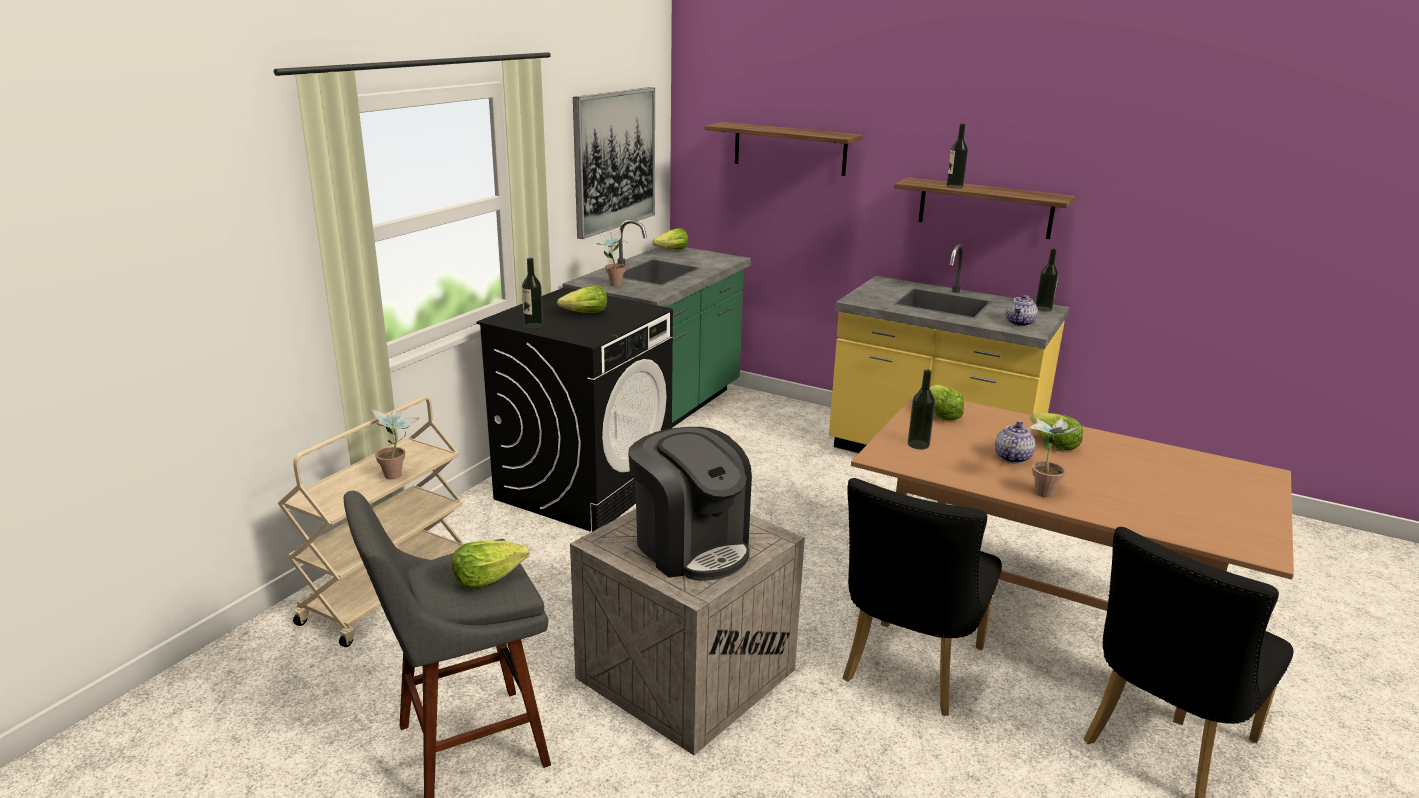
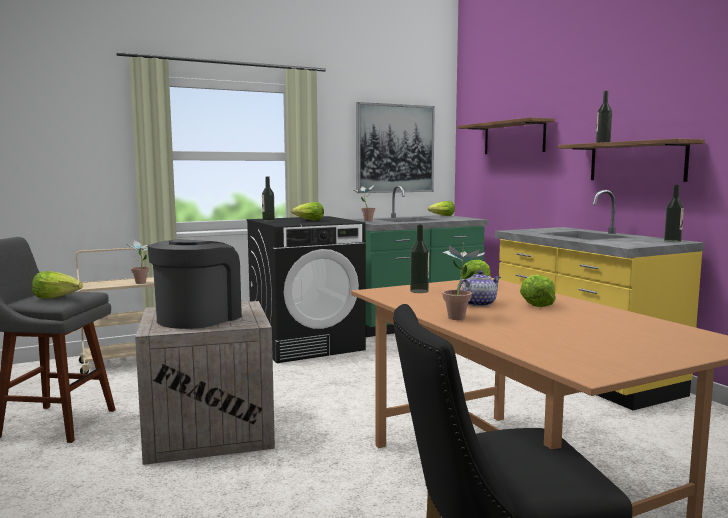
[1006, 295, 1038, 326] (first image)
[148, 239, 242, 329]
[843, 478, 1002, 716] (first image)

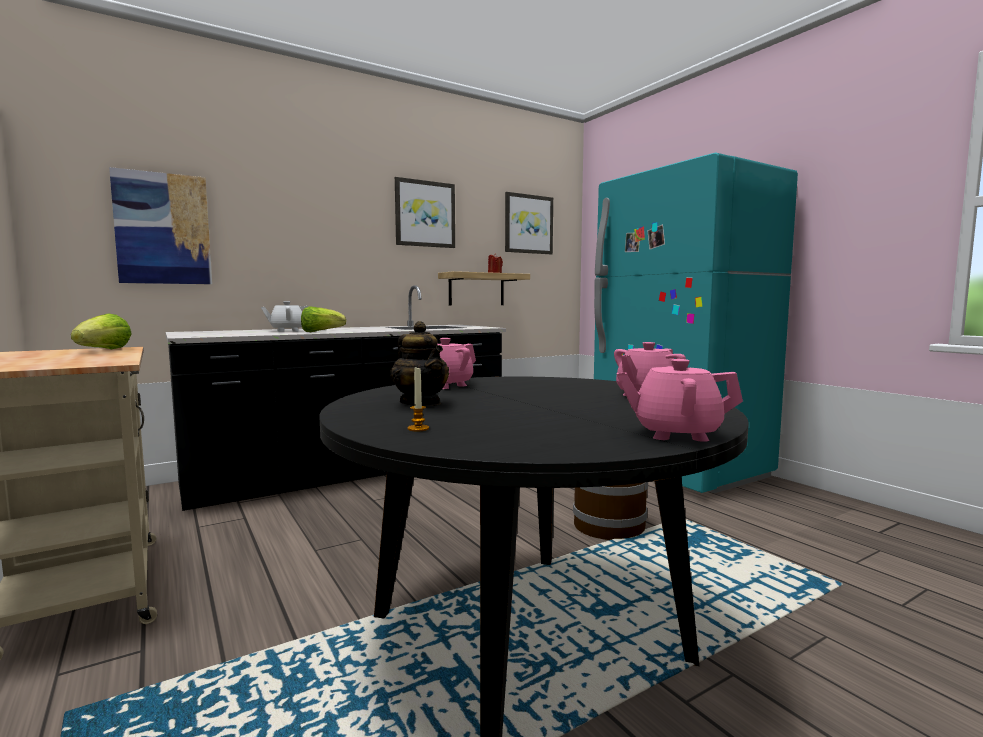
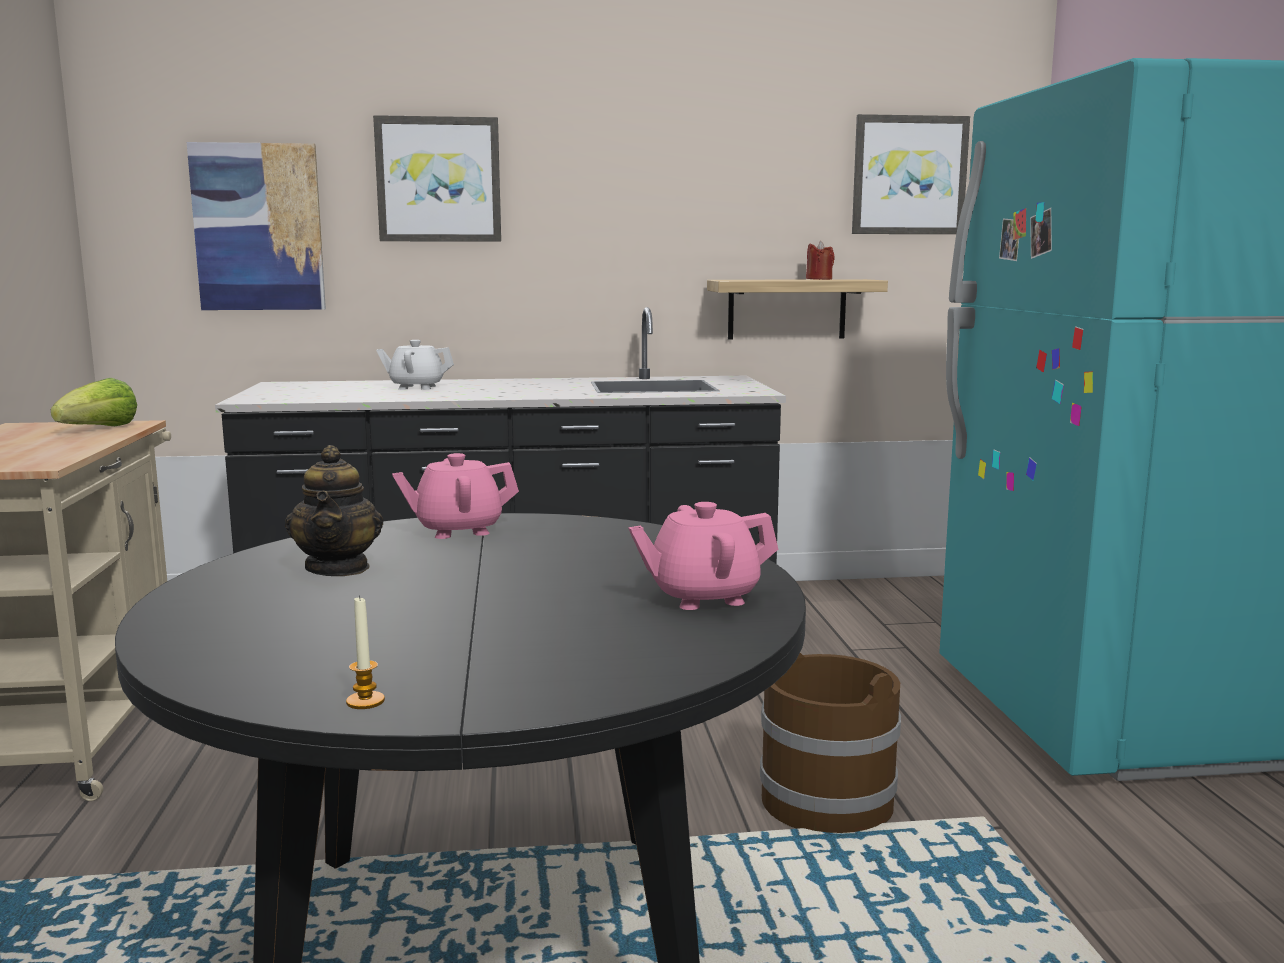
[373, 115, 501, 242]
[301, 306, 346, 332] (first image)
[617, 359, 743, 442] (first image)
[346, 595, 385, 709]

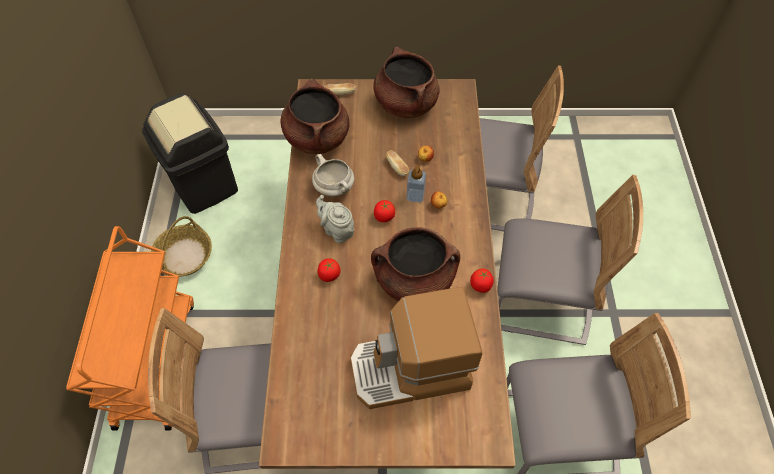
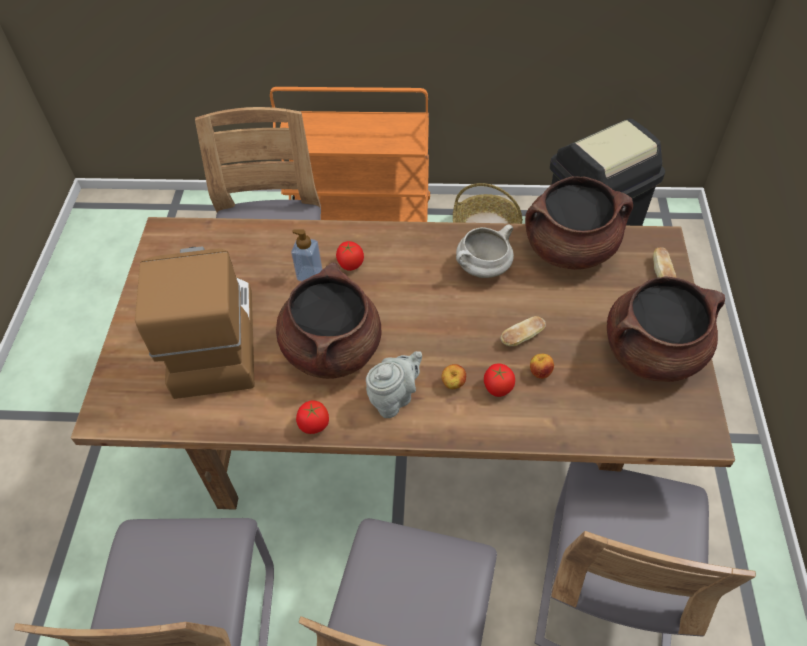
[291, 229, 322, 281]
[366, 351, 422, 418]
[484, 363, 515, 397]

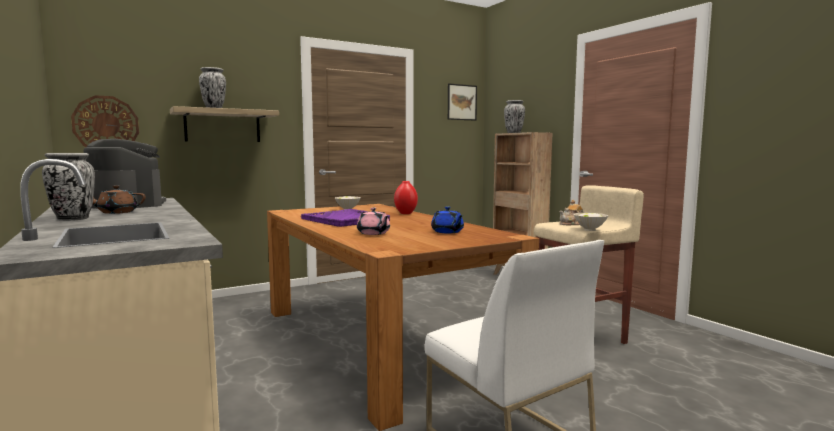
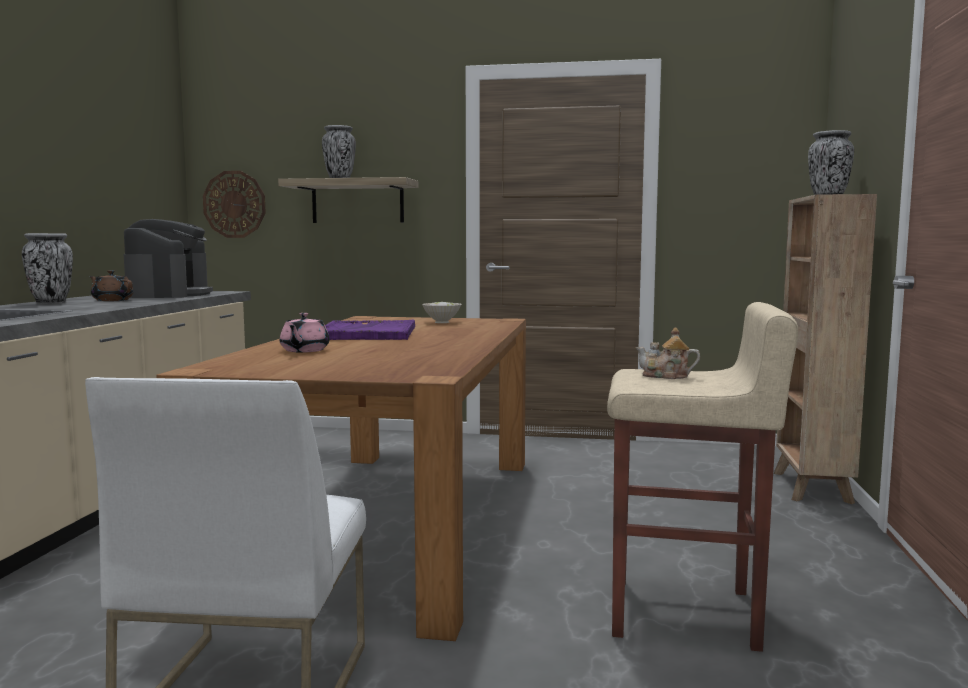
[448, 84, 477, 121] (first image)
[394, 181, 418, 214] (first image)
[431, 207, 464, 233] (first image)
[574, 213, 608, 231] (first image)

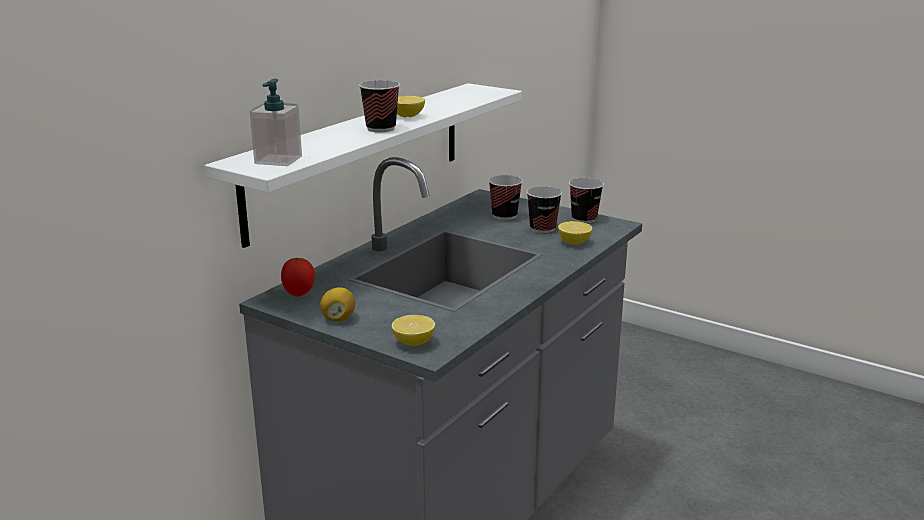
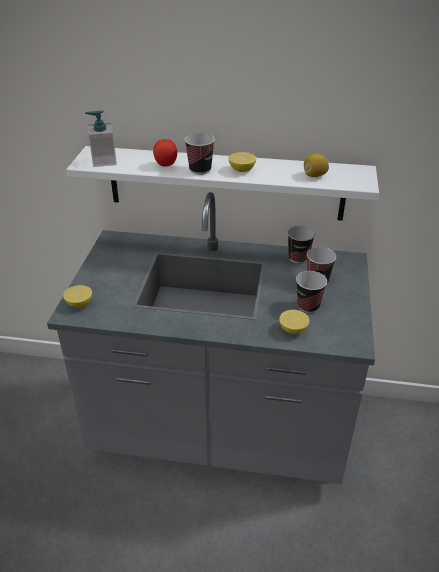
[287, 226, 315, 264]
[153, 139, 177, 166]
[304, 154, 329, 177]

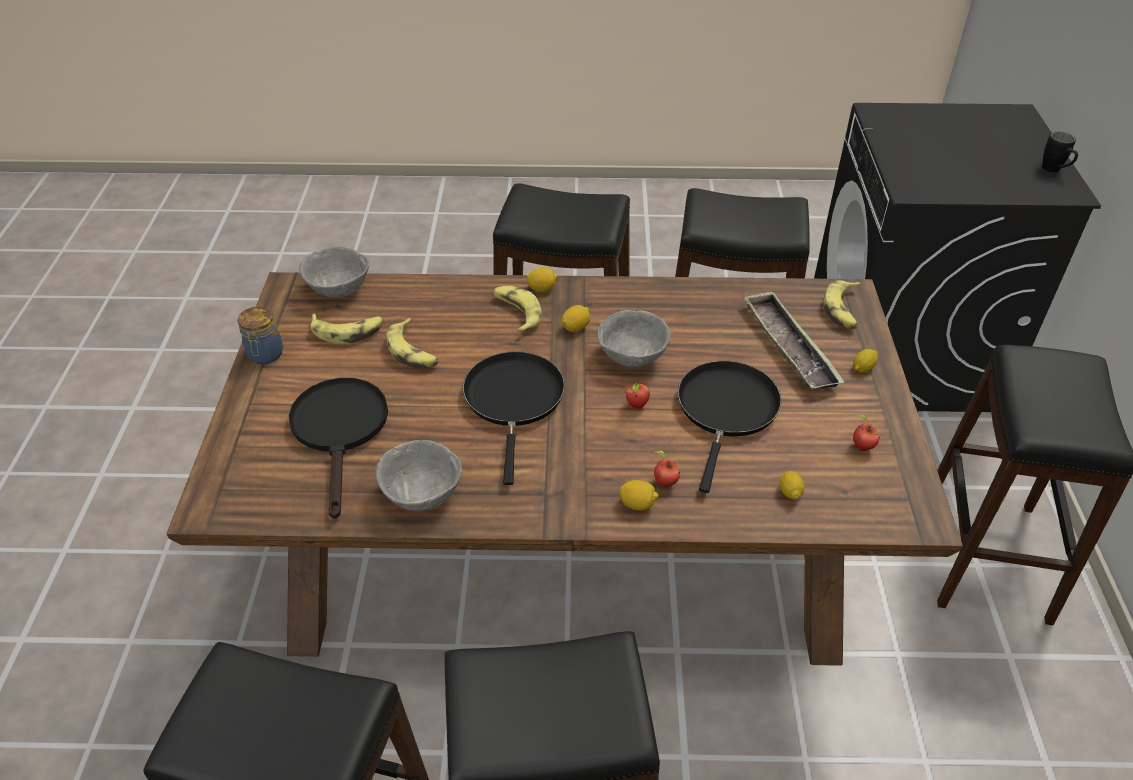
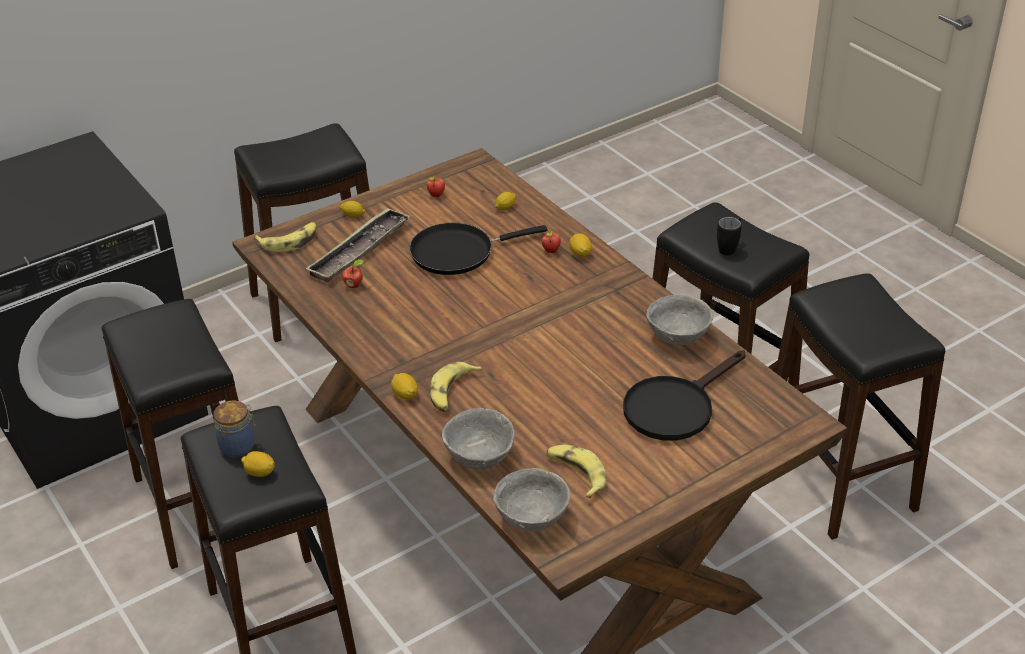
[717, 217, 742, 256]
[241, 451, 275, 477]
[213, 401, 256, 457]
[442, 408, 515, 469]
[386, 318, 439, 369] (first image)
[463, 351, 565, 485] (first image)
[342, 259, 364, 288]

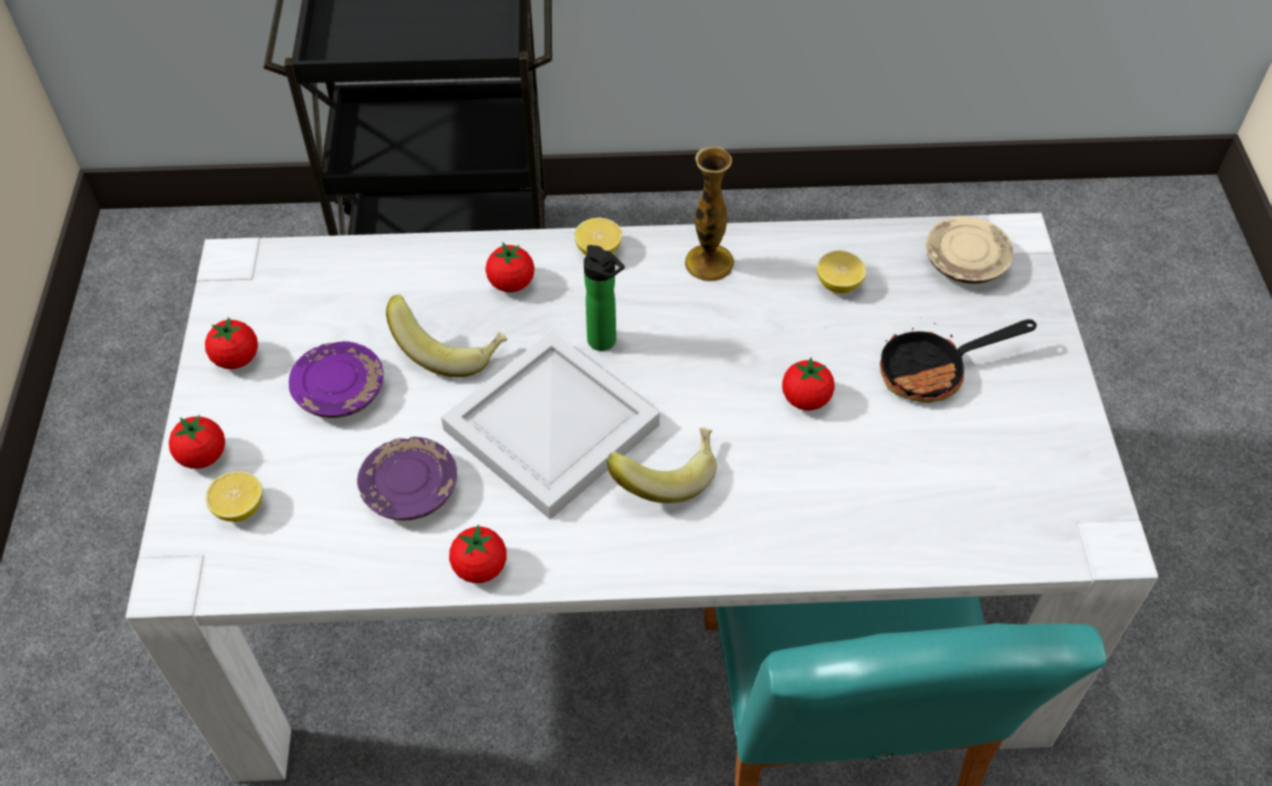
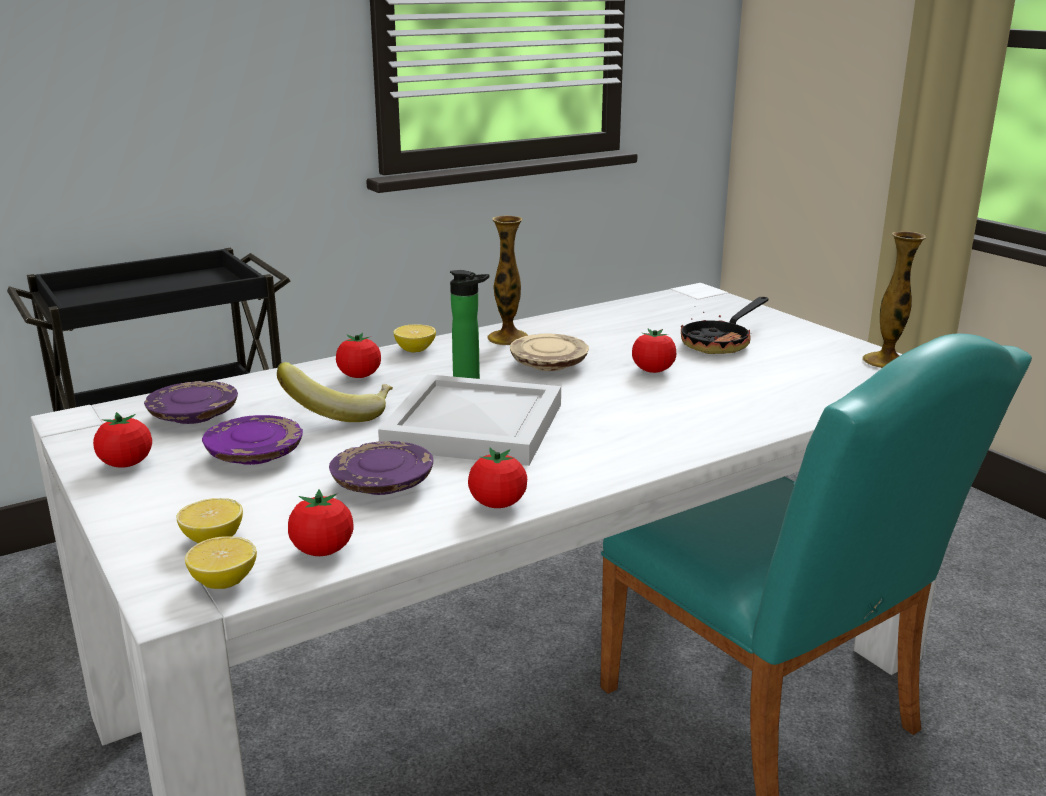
[510, 334, 589, 371]
[185, 536, 257, 589]
[288, 489, 354, 556]
[606, 427, 717, 503] (first image)
[862, 231, 926, 368]
[144, 381, 238, 424]

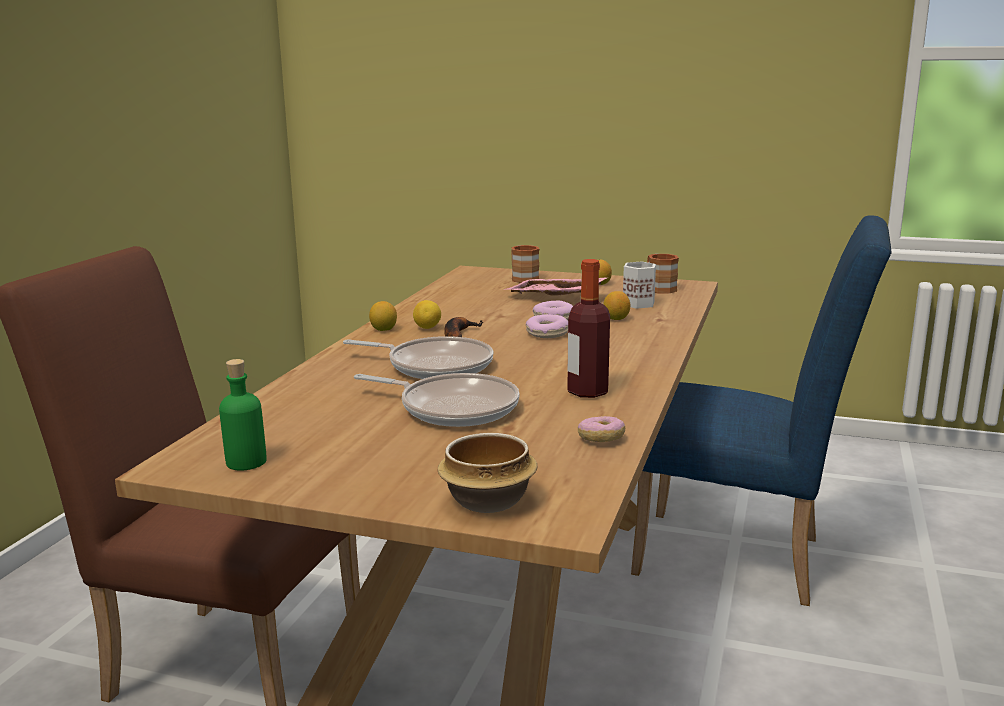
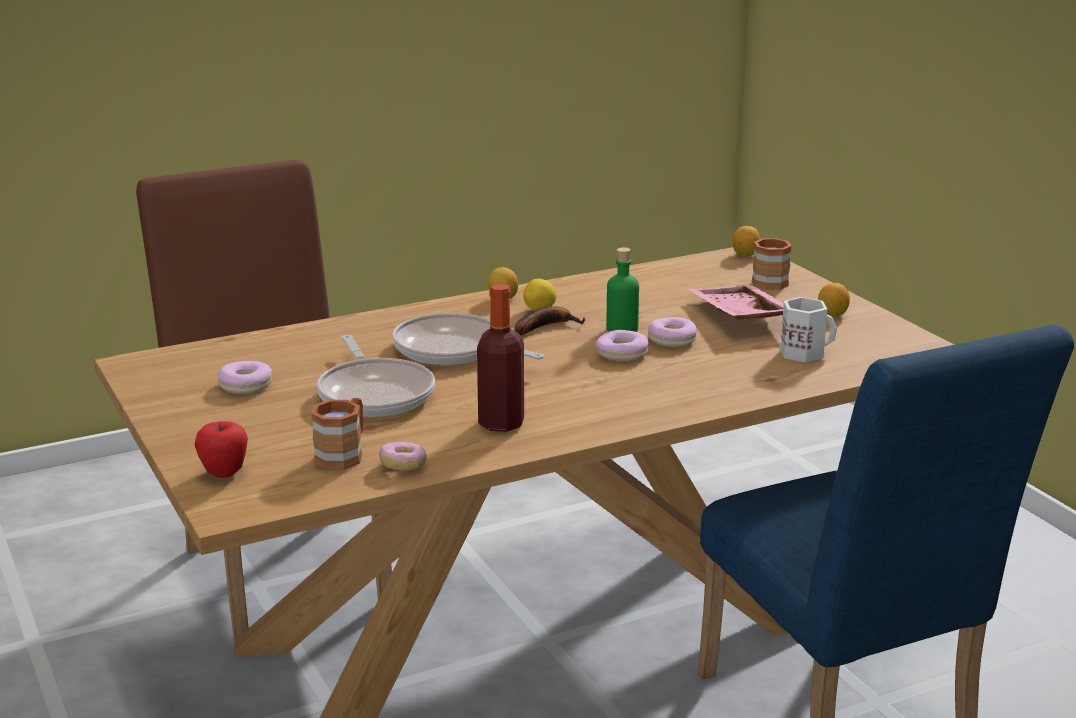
[311, 398, 363, 470]
[732, 226, 760, 256]
[392, 313, 544, 365]
[607, 247, 639, 332]
[195, 421, 248, 478]
[218, 361, 272, 394]

